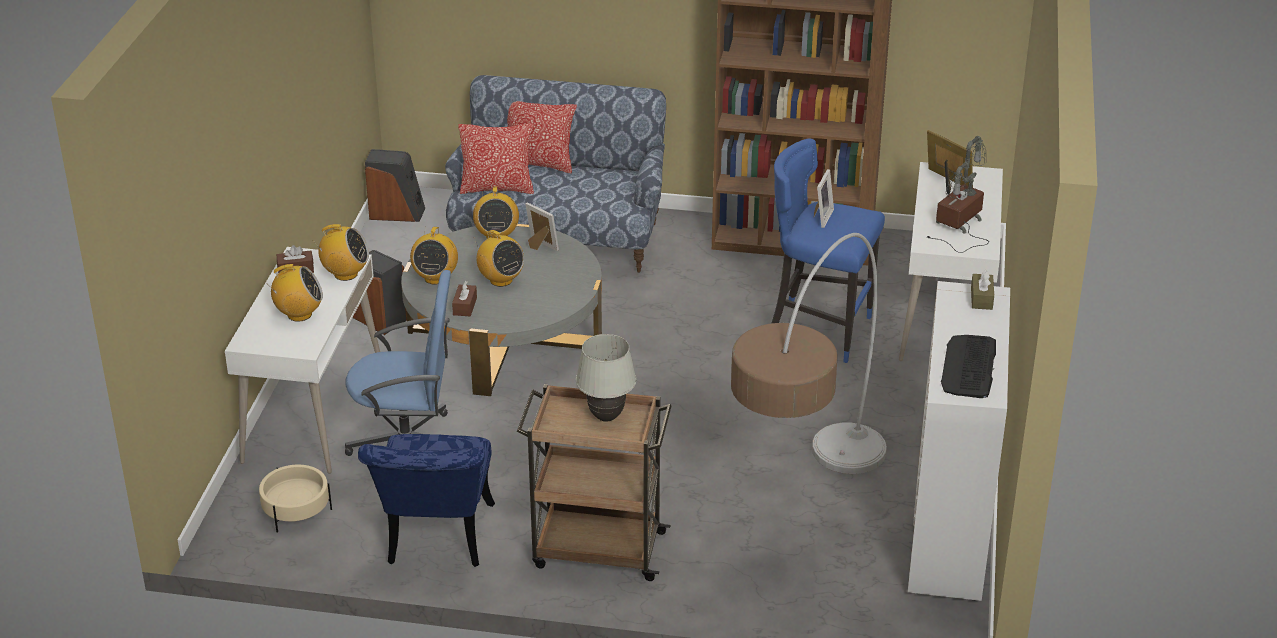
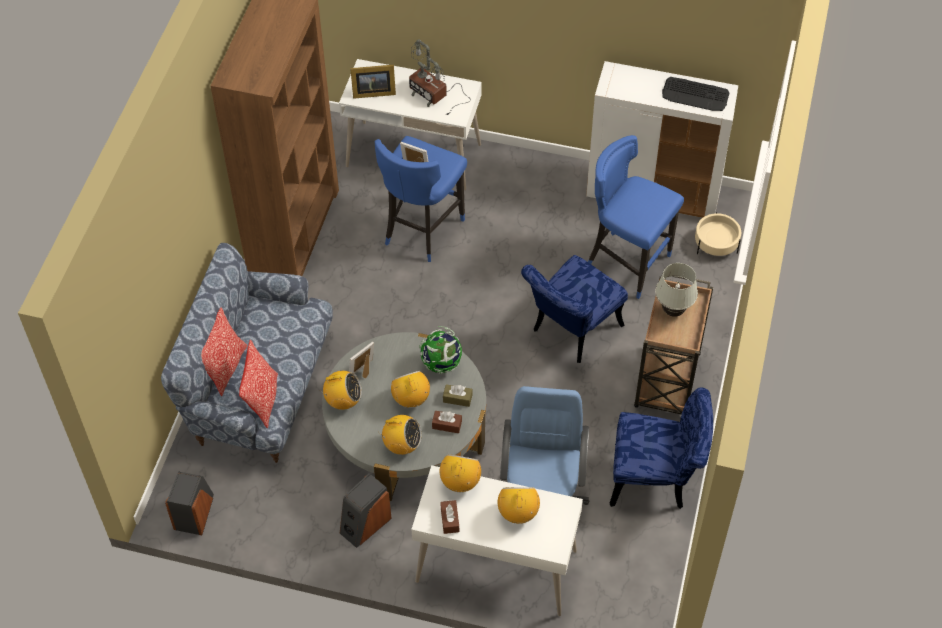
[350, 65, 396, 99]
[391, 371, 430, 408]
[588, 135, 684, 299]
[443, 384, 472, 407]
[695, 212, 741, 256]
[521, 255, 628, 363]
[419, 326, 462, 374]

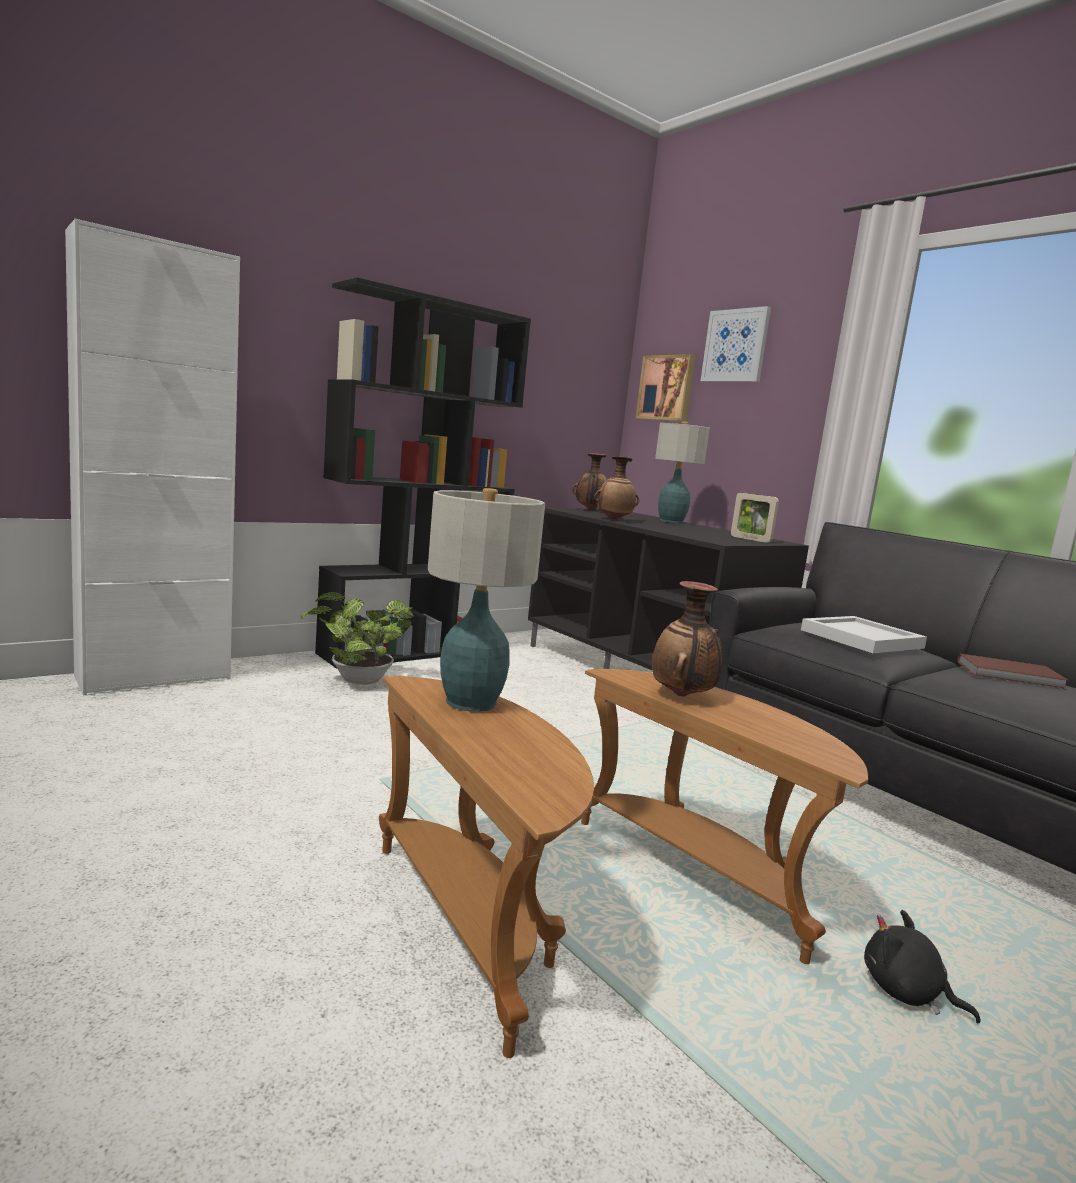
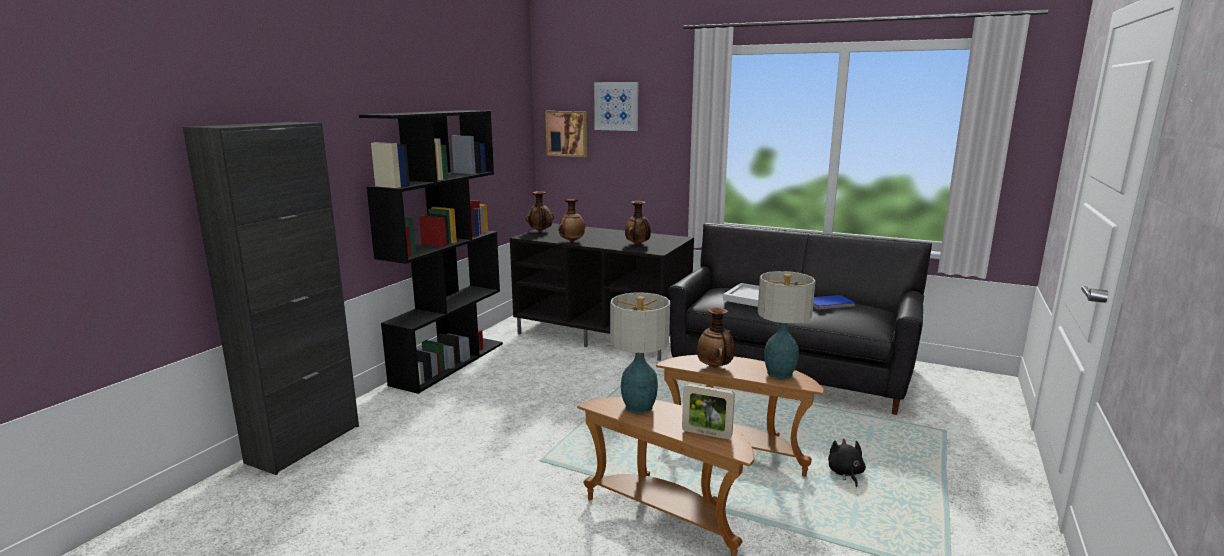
[183, 122, 359, 475]
[758, 271, 815, 379]
[682, 384, 735, 439]
[301, 592, 414, 685] (first image)
[813, 295, 855, 311]
[828, 438, 866, 487]
[625, 201, 651, 245]

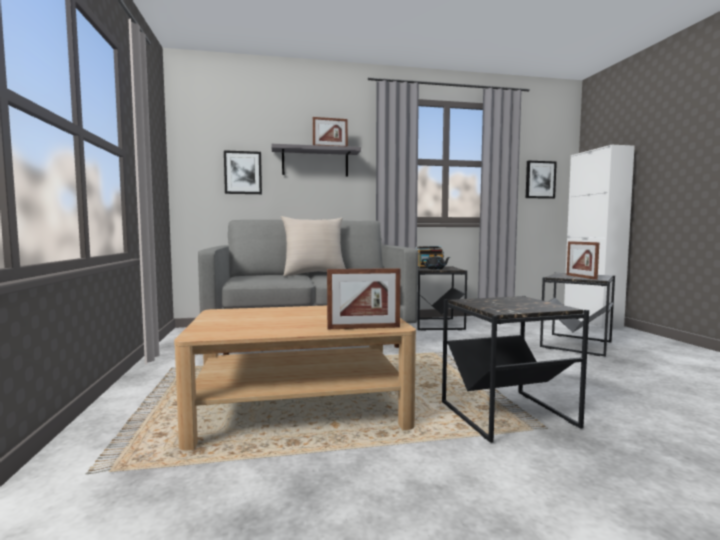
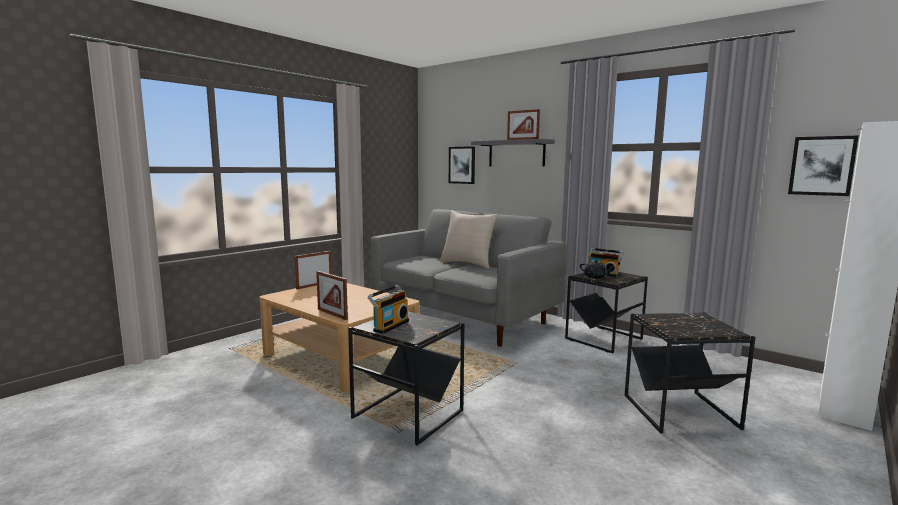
[294, 251, 332, 289]
[367, 285, 409, 334]

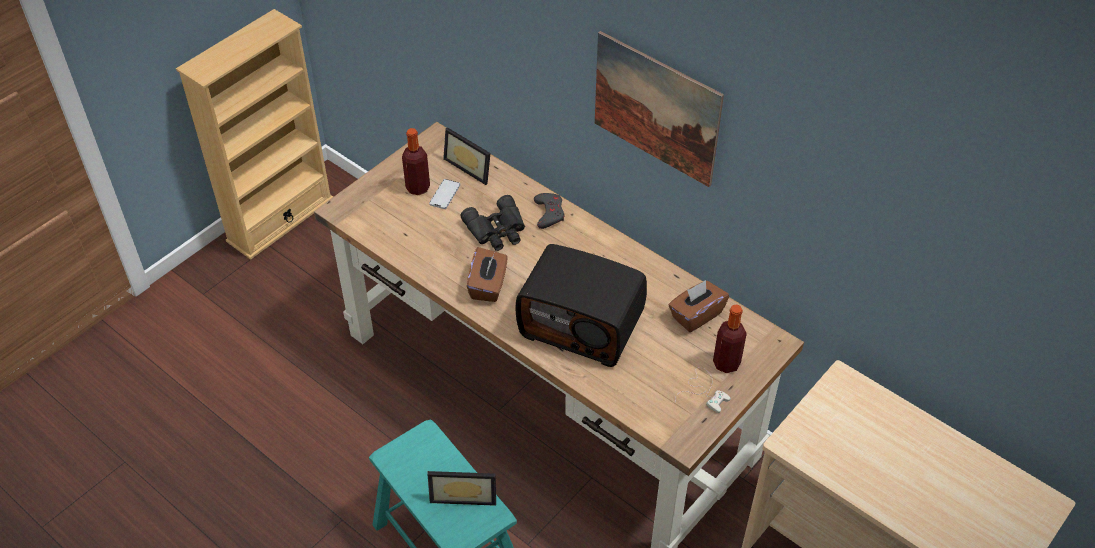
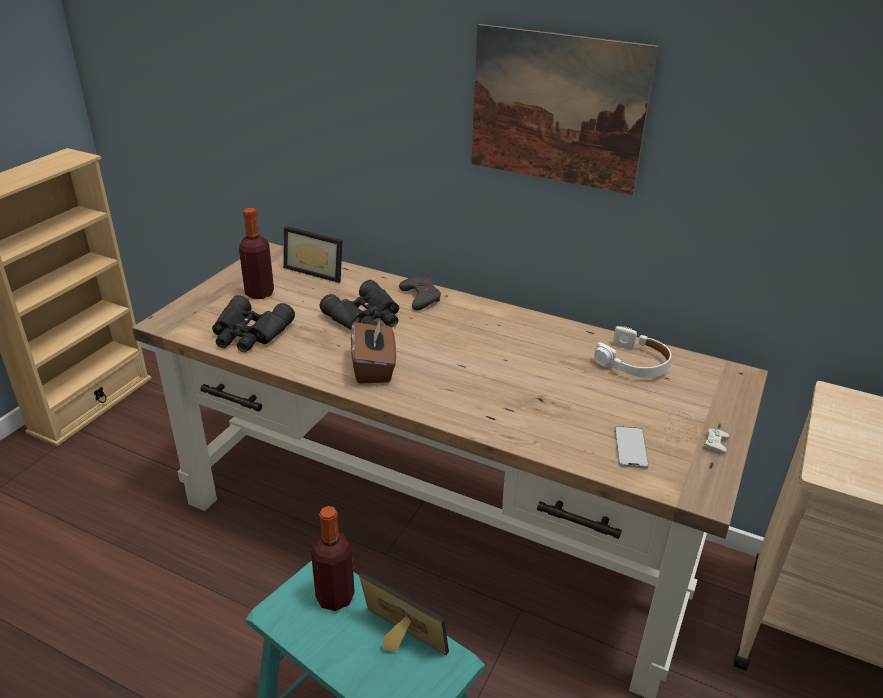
[614, 426, 649, 469]
[516, 244, 647, 367] (first image)
[594, 326, 671, 378]
[311, 506, 355, 611]
[359, 573, 449, 655]
[212, 295, 295, 352]

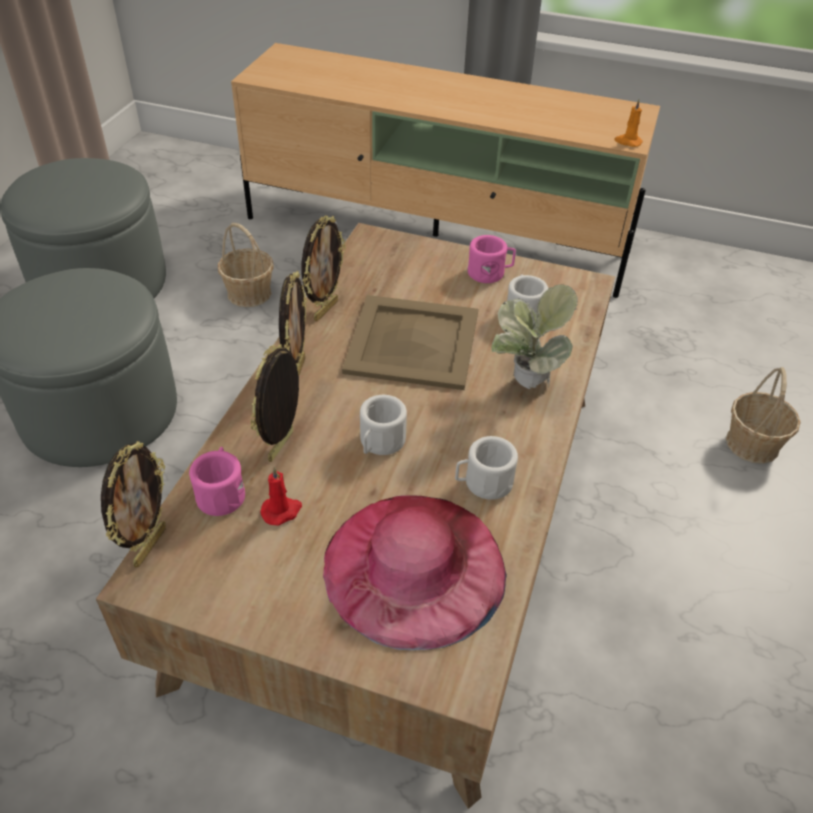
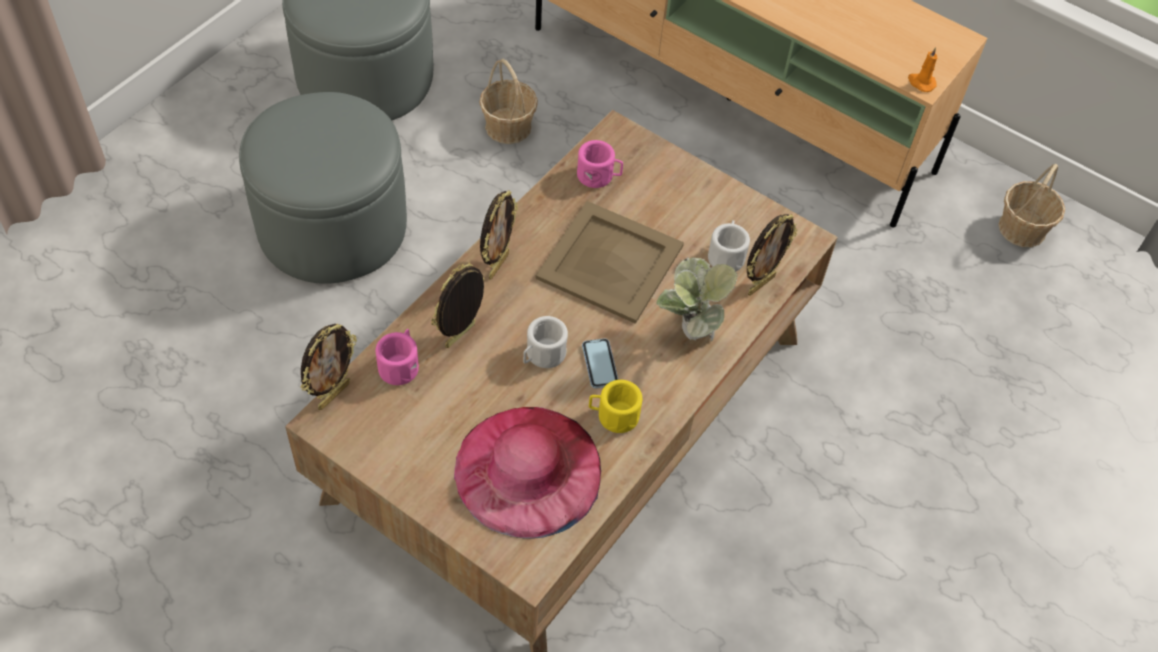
[747, 214, 797, 296]
[577, 140, 623, 188]
[998, 164, 1065, 247]
[589, 380, 642, 433]
[260, 467, 302, 525] (first image)
[582, 338, 618, 389]

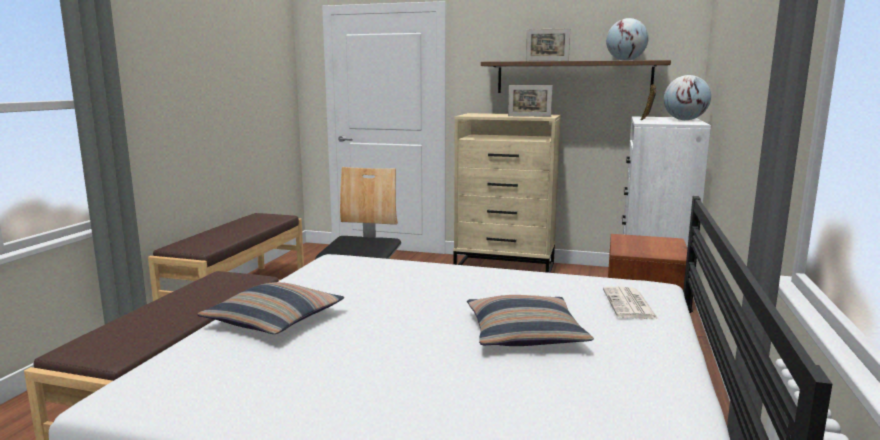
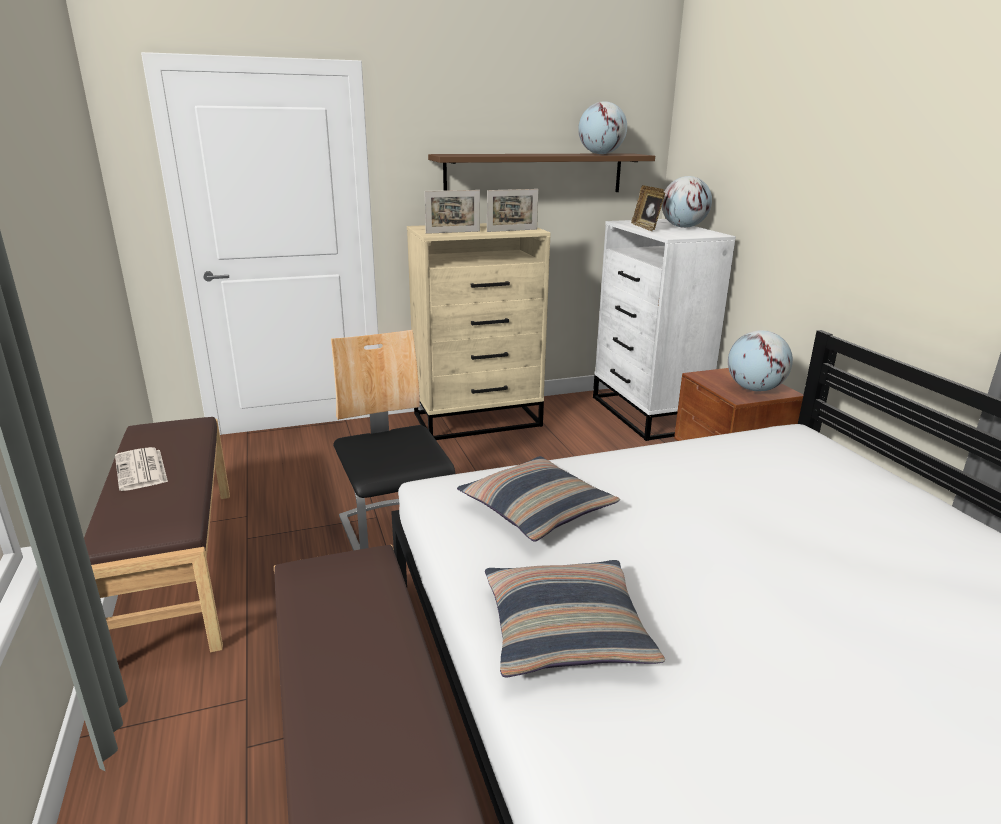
[424, 190, 480, 234]
[115, 447, 168, 491]
[457, 456, 620, 542]
[728, 330, 793, 391]

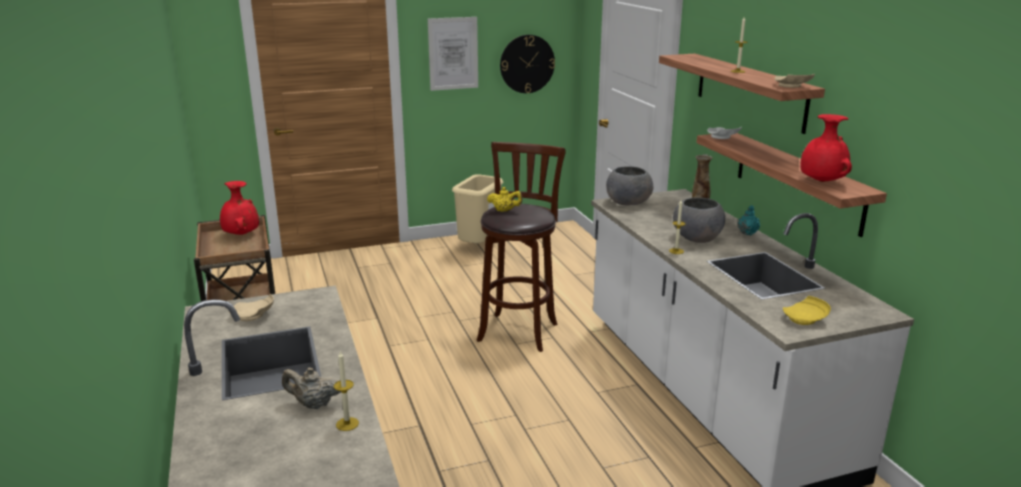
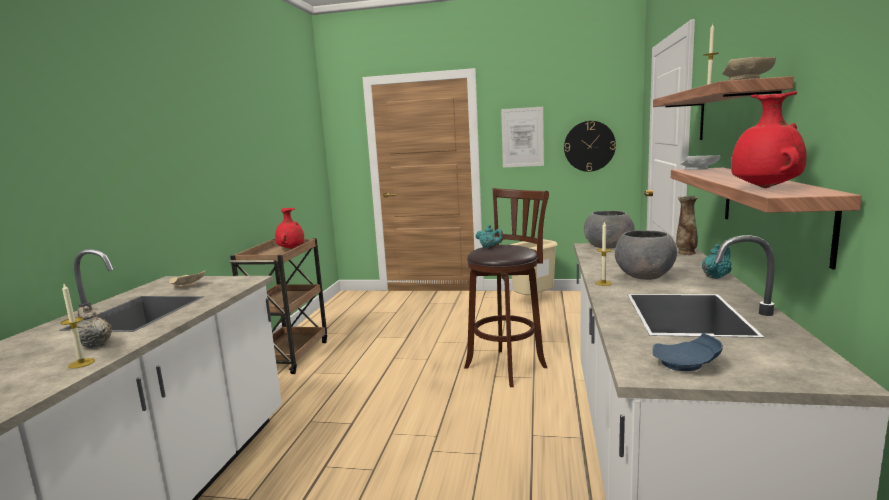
[475, 225, 504, 248]
[652, 333, 723, 371]

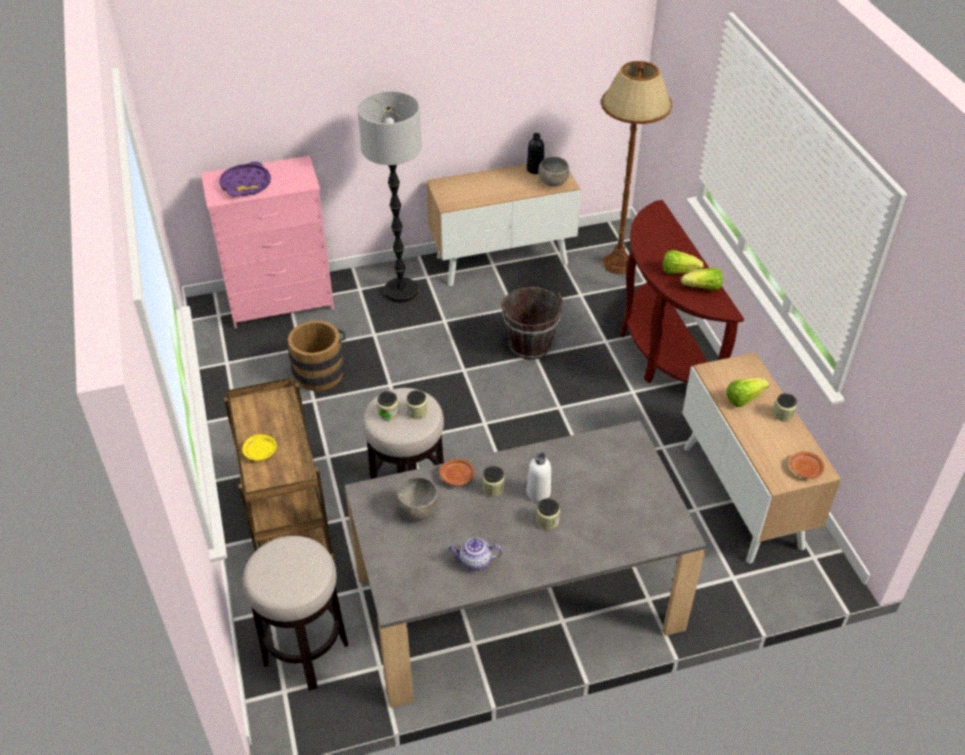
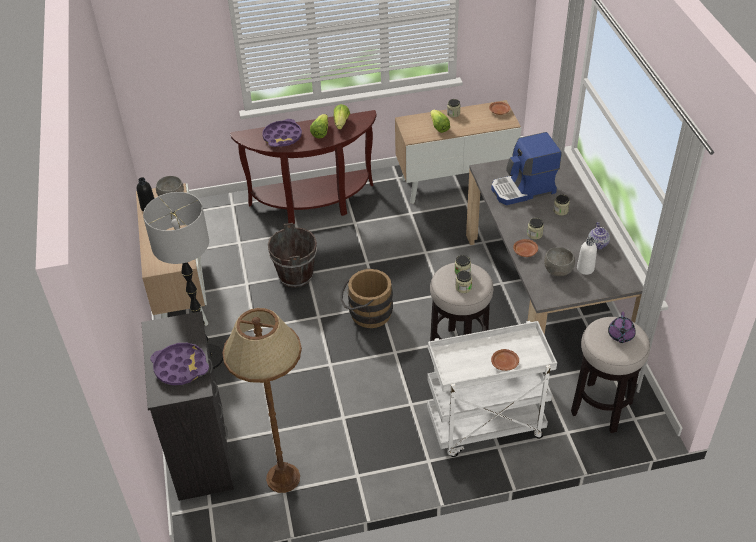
[222, 308, 302, 493]
[142, 311, 234, 501]
[340, 268, 393, 328]
[427, 321, 557, 457]
[491, 349, 519, 371]
[577, 237, 597, 275]
[262, 119, 302, 147]
[491, 132, 562, 205]
[608, 312, 636, 343]

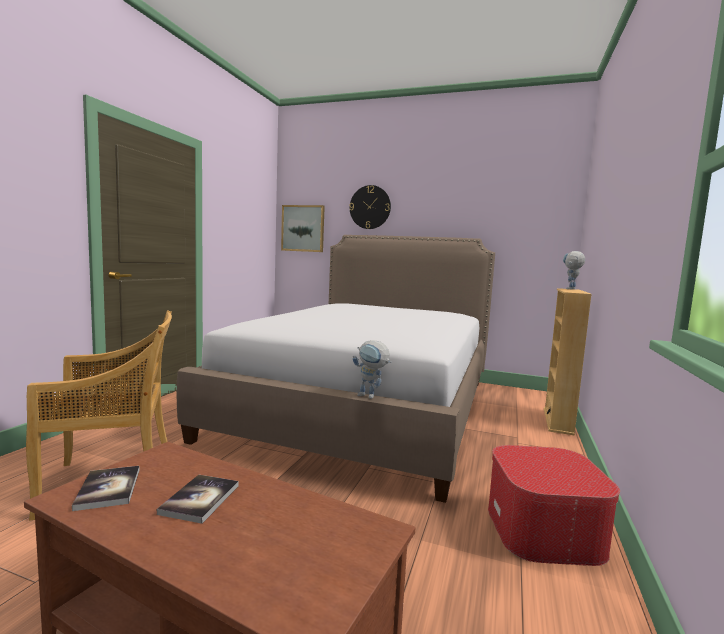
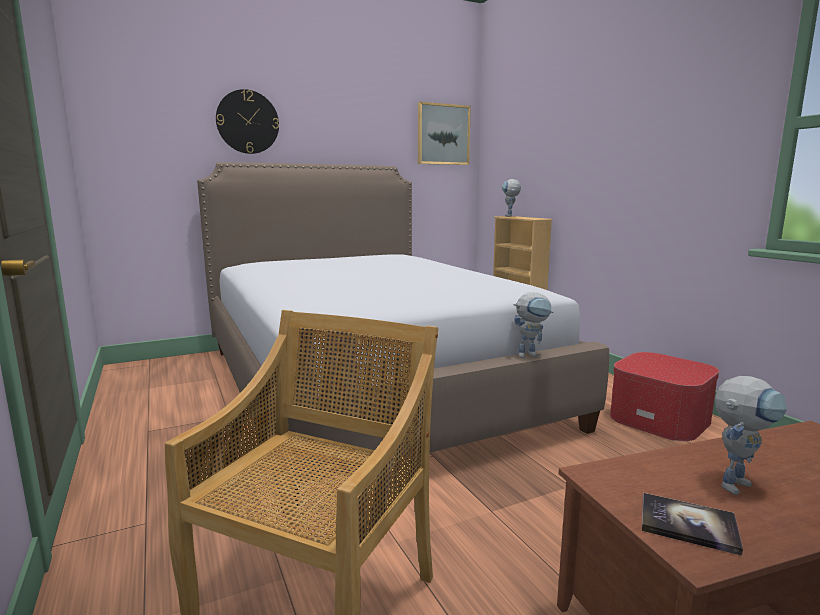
[418, 102, 471, 165]
[715, 376, 787, 495]

